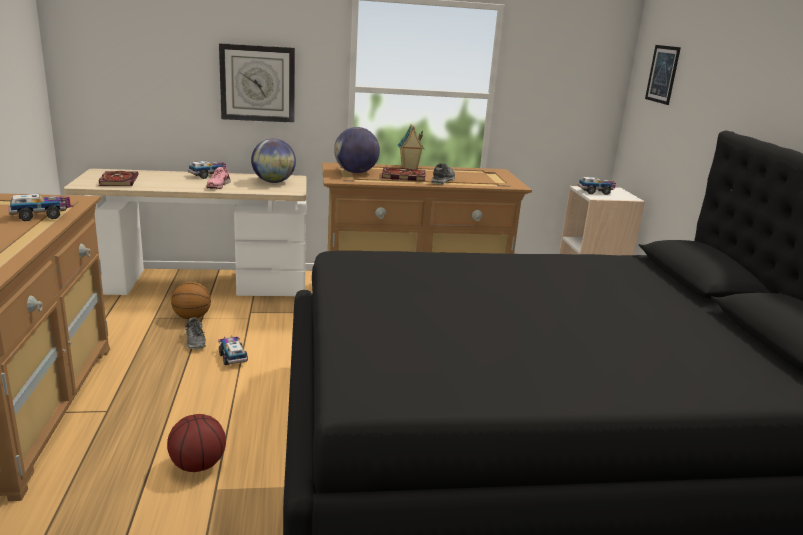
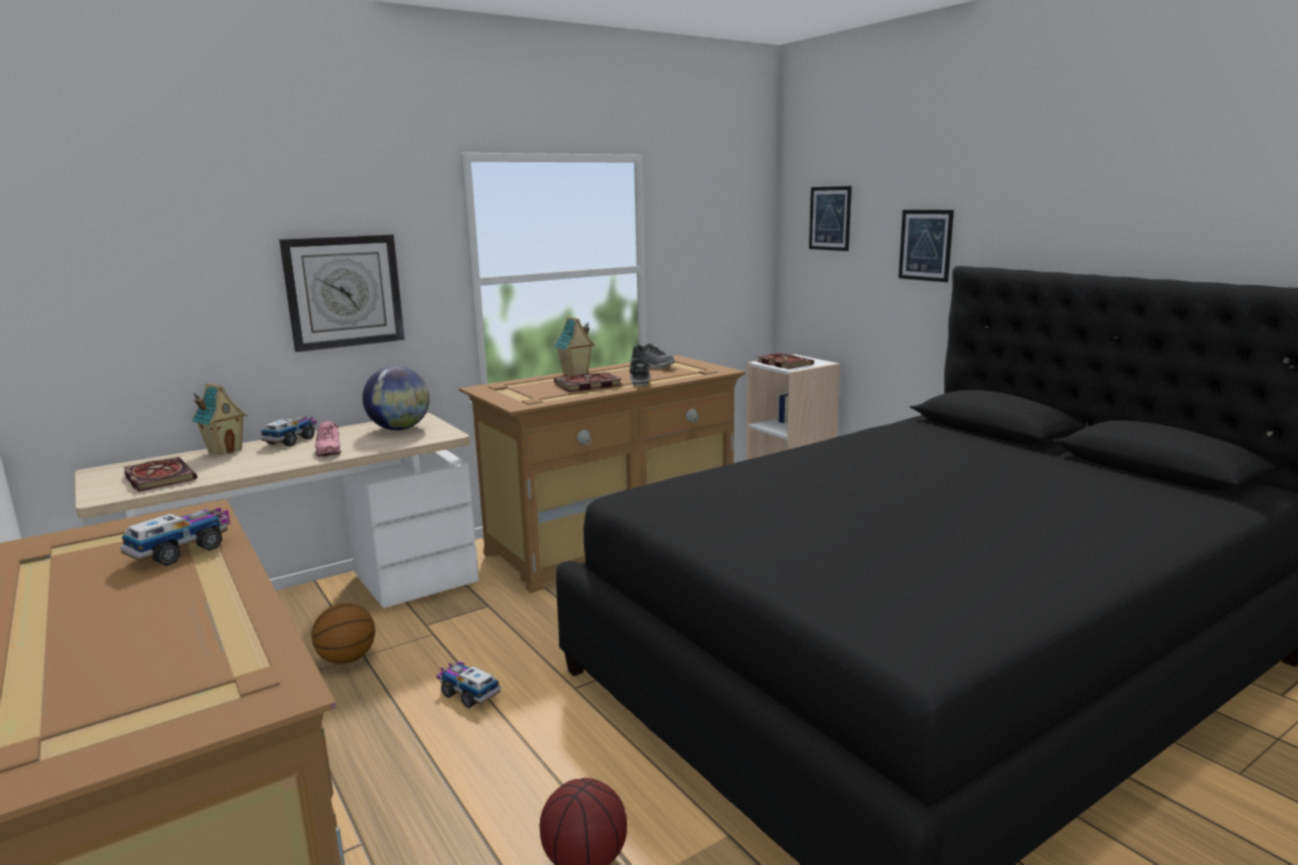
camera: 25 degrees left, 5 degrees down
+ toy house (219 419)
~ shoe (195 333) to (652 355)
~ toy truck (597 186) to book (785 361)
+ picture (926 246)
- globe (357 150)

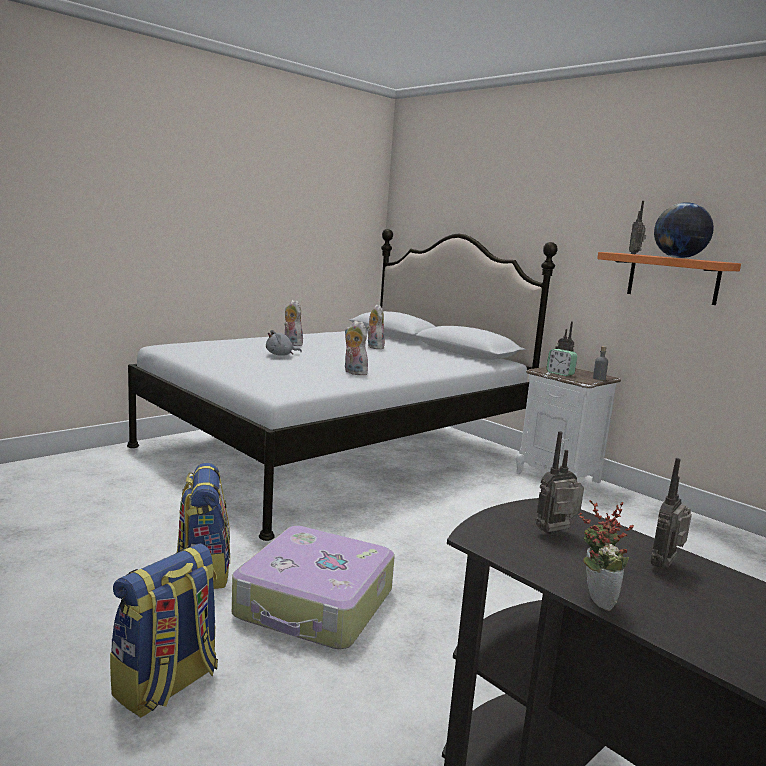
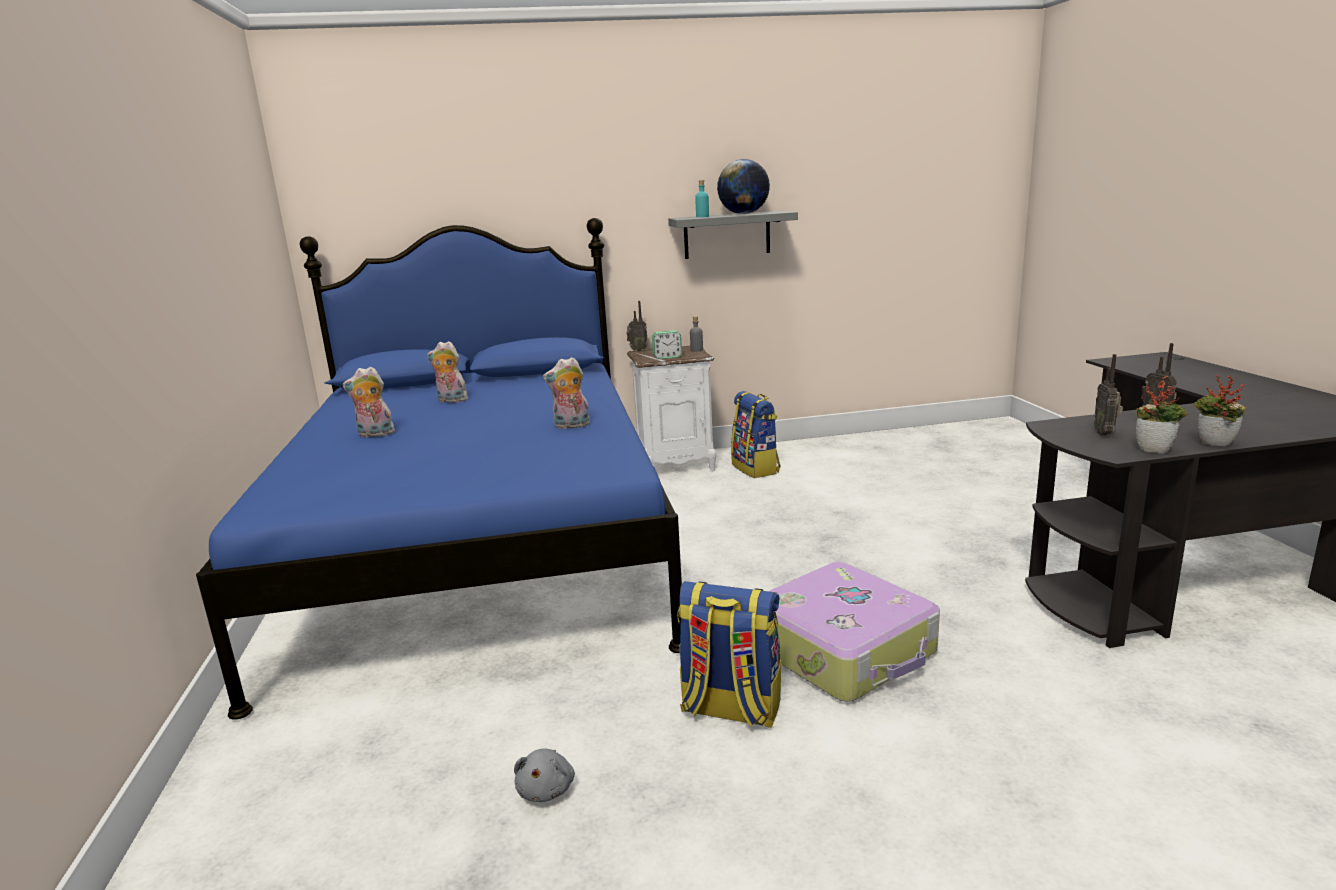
camera: 55 degrees left, 5 degrees up
~ white bed (342 385) to blue bed (439 468)
~ grey plush toy (284 343) to (544 775)
~ orange shelf (669 278) to grey shelf (733 235)
~ radio (637 227) to turquoise bottle (702 198)
~ backpack (164 630) to (755 434)
+ potted plant (1162 414)

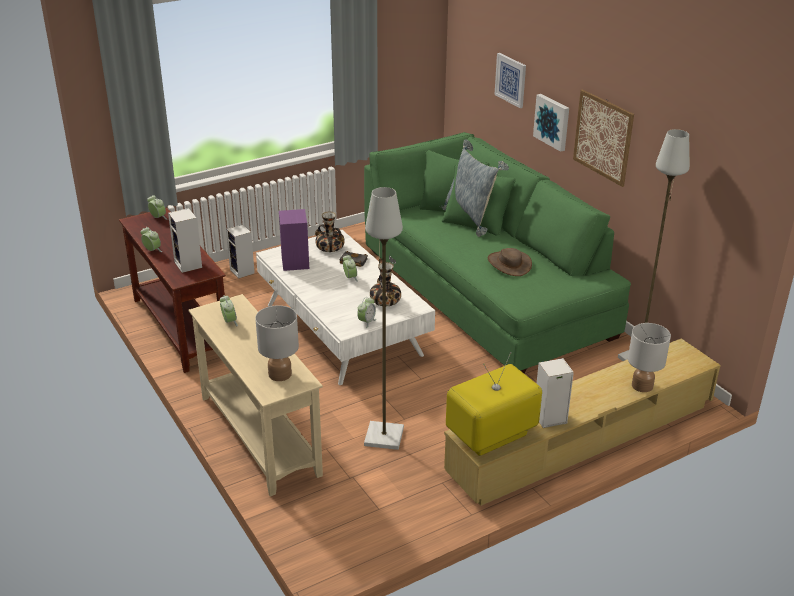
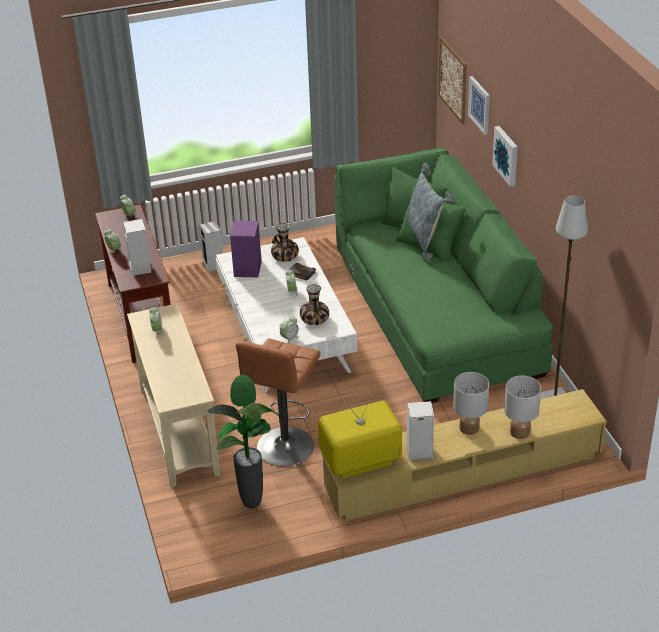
camera: 15 degrees right, 5 degrees up
+ potted plant (240 441)
~ grey floor lamp (384 318) to brown stool (278 402)
~ picture (603 138) to (452 80)
~ grey table lamp (277 343) to (471 403)
- brown hat (510 262)

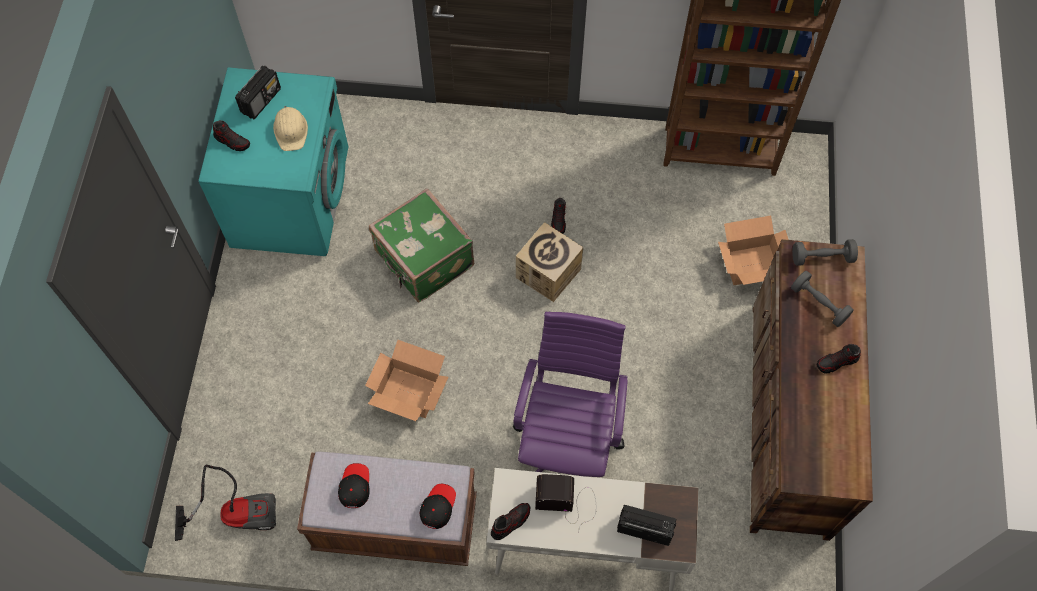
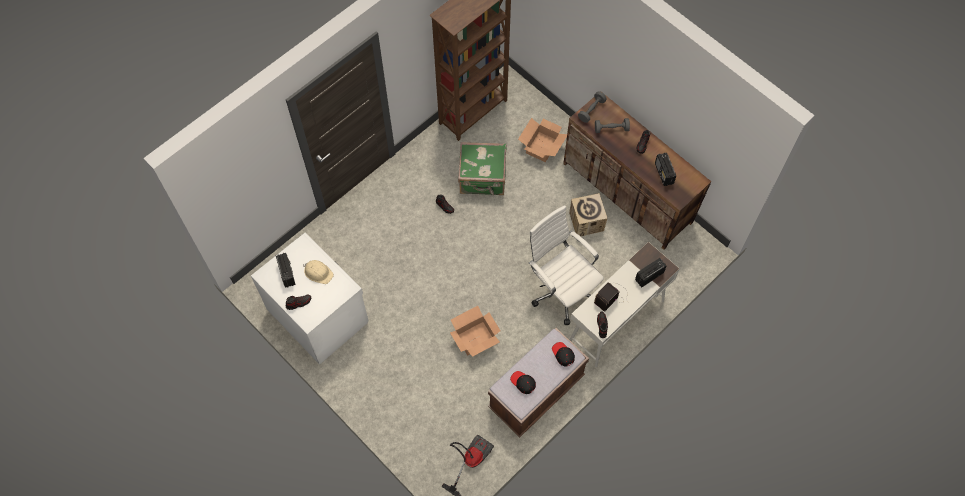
camera: 50 degrees left, 0 degrees up
~ turquoise washing machine (273 161) to white washing machine (309 298)
~ green suitcase (421 245) to (482 168)
~ purple office chair (570 394) to white office chair (566 265)
~ cardboard box (549 262) to (588 214)
+ radio (665 169)

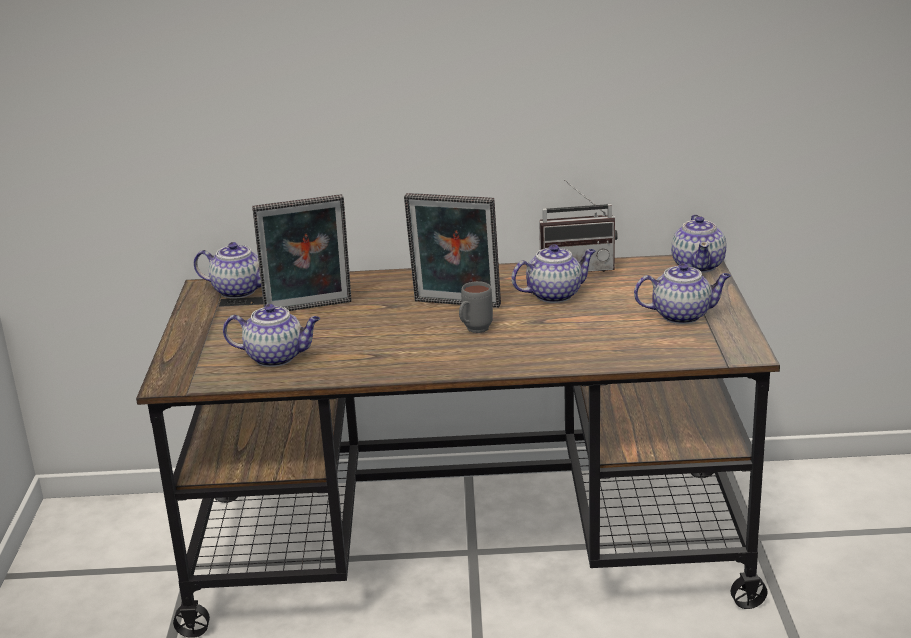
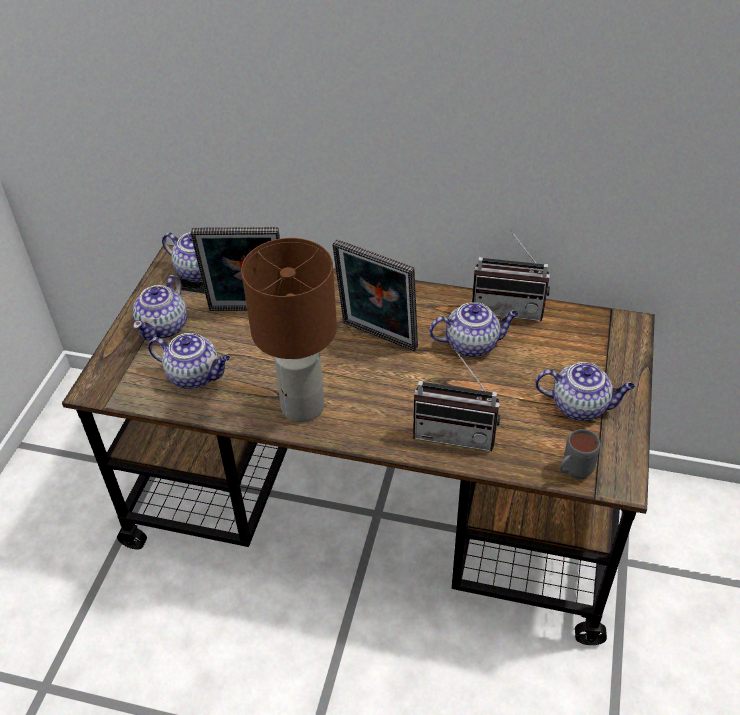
camera: 15 degrees right, 20 degrees up
~ teapot (698 243) to (160 308)
+ brown table lamp (289 330)
+ radio (457 400)
~ grey mug (476 307) to (579 454)

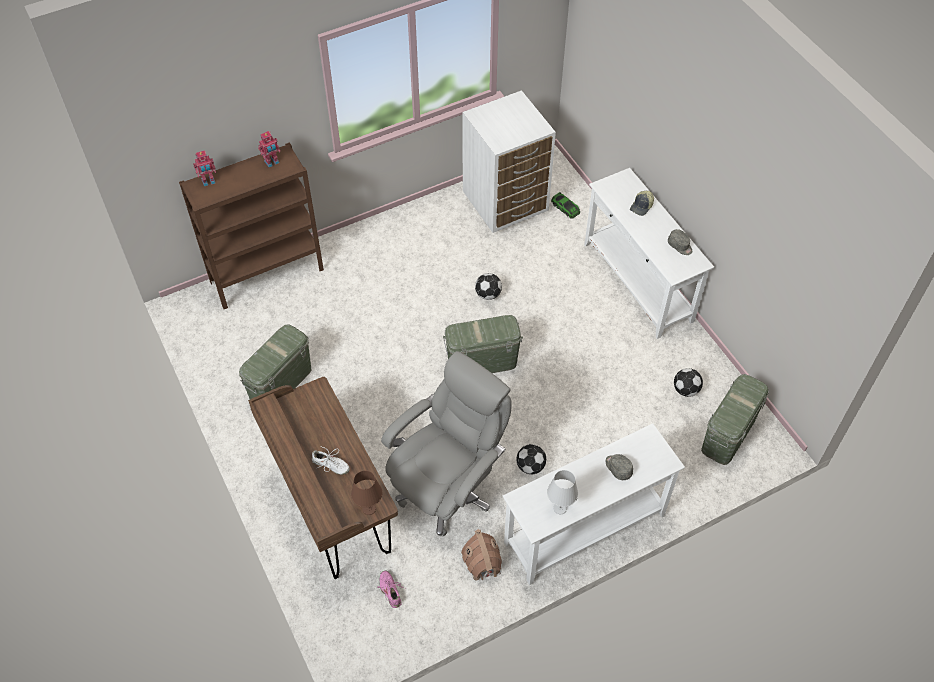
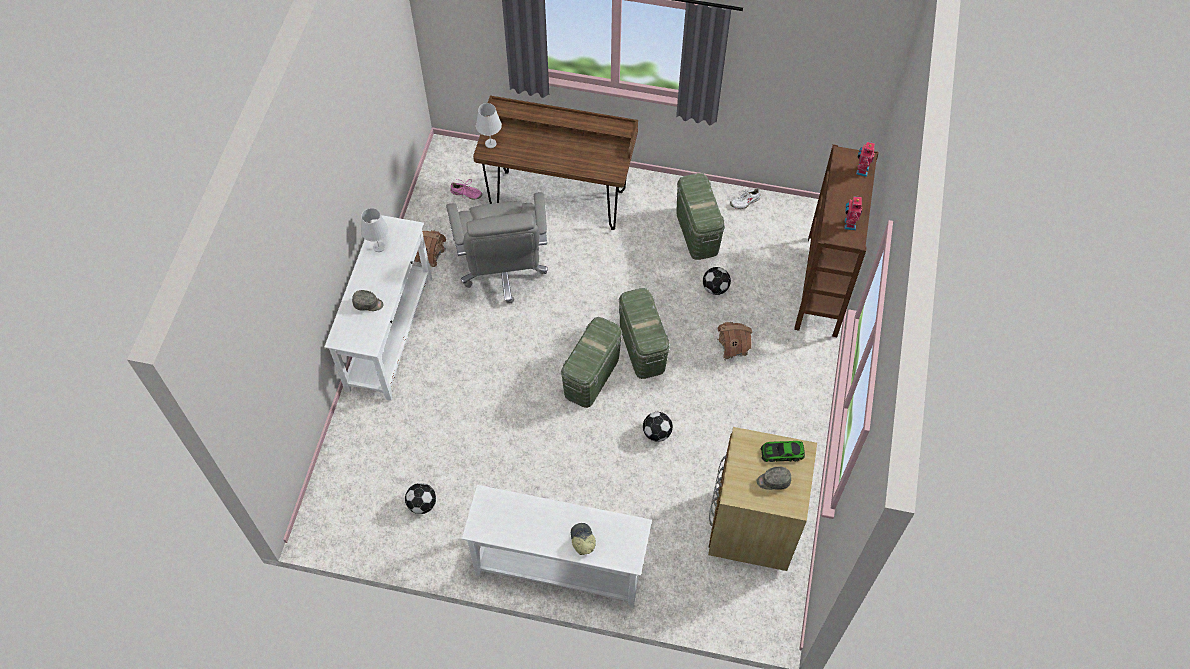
camera: 130 degrees right, 5 degrees up
~ brown table lamp (366 492) to white table lamp (489 125)
~ green storage box (735 419) to (644 333)
~ football (531 459) to (717 281)
~ white dresser (509 161) to brown dresser (762 499)
+ toy house (735 341)
~ white shoe (331 460) to (745 197)
~ grey cap (680 242) to (774 478)
~ toy car (565 205) to (783 451)

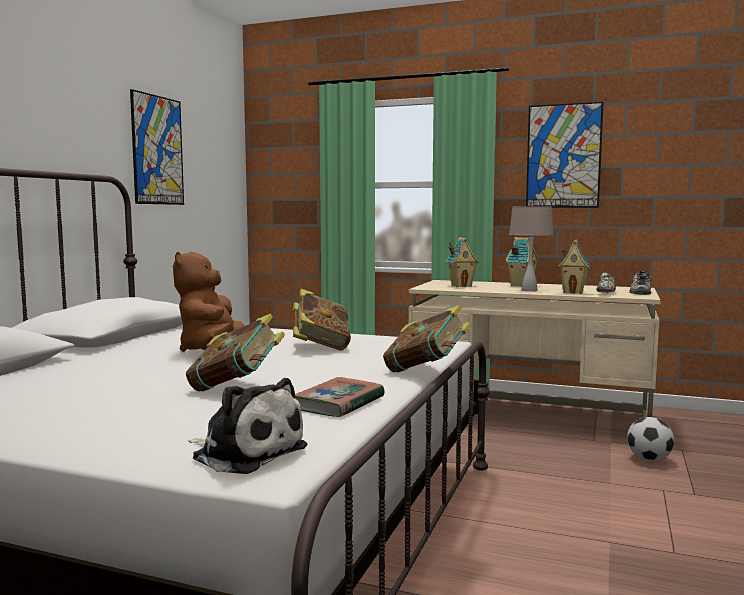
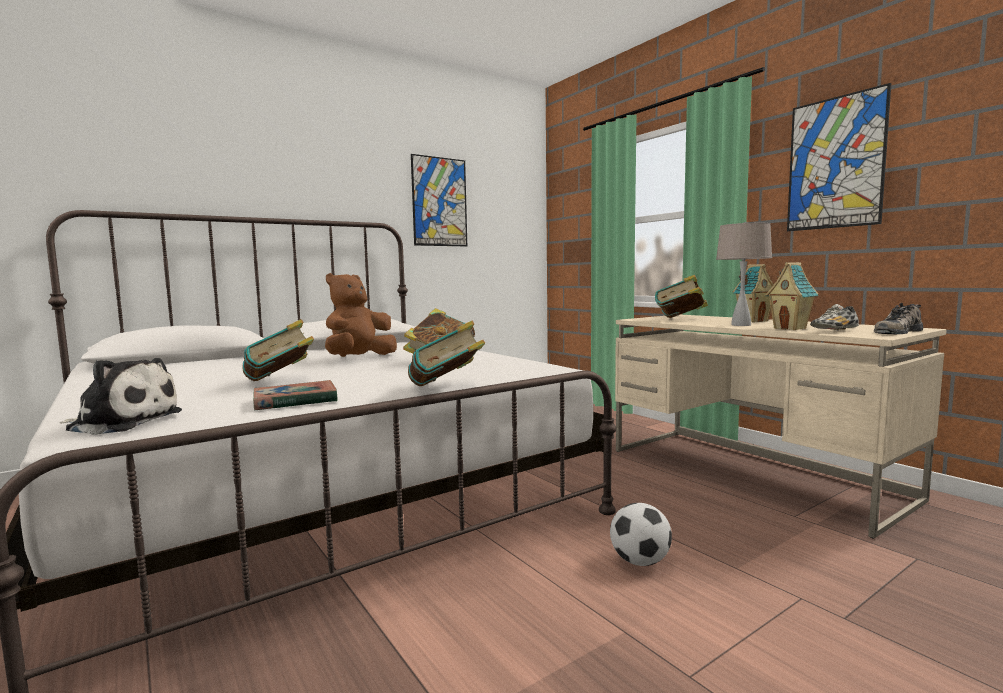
camera: 35 degrees right, 0 degrees up
~ plush toy (248 426) = (121 396) 60 degrees counterclockwise
~ football (650 439) to (641 534)
~ toy house (462 262) to book (681 296)

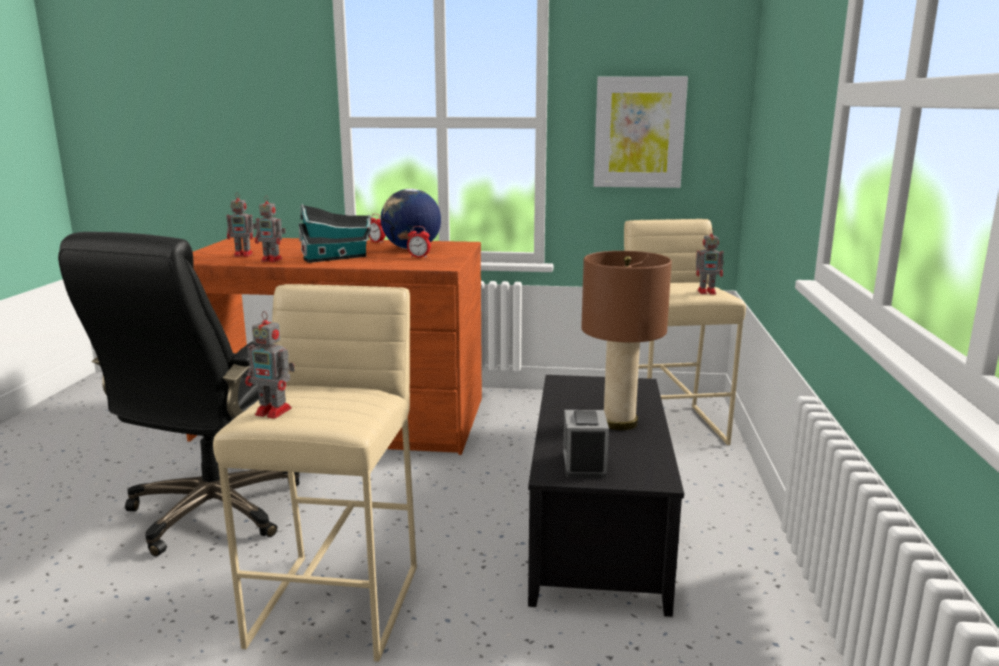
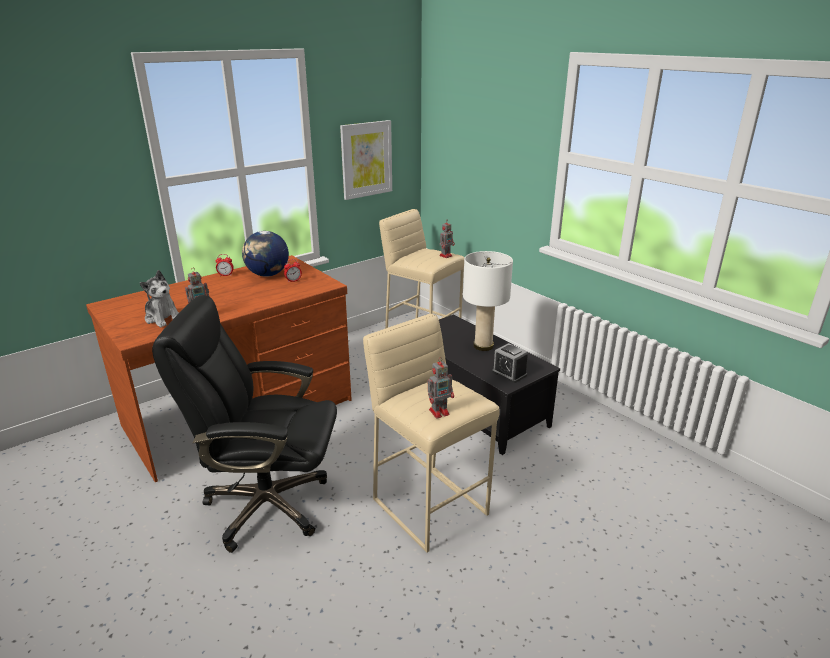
camera: 45 degrees left, 10 degrees up
~ toy robot (241 225) to plush toy (159 298)
~ black office chair (178 394) = (244 424) 120 degrees clockwise
~ brown table lamp (626 340) to white table lamp (488 301)
- toy house (335 233)

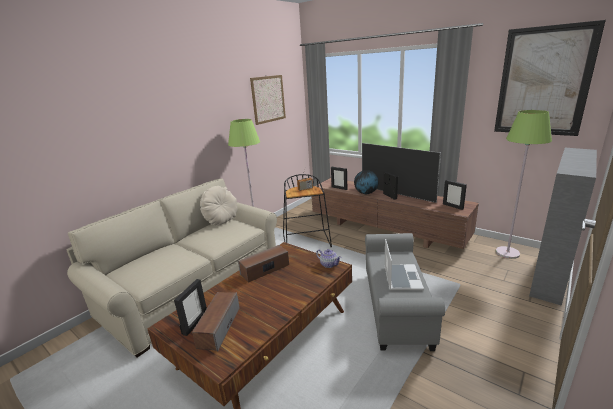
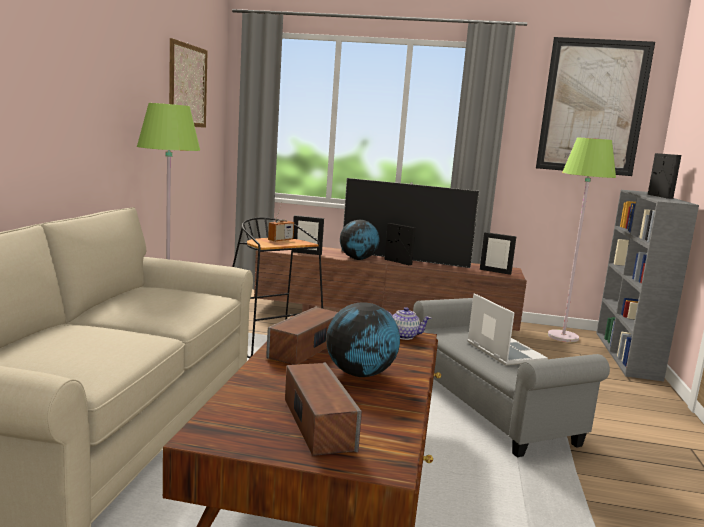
camera: 30 degrees left, 10 degrees down
+ globe (363 340)
~ picture frame (190 307) to (664 176)
- beige pillow (218 205)

